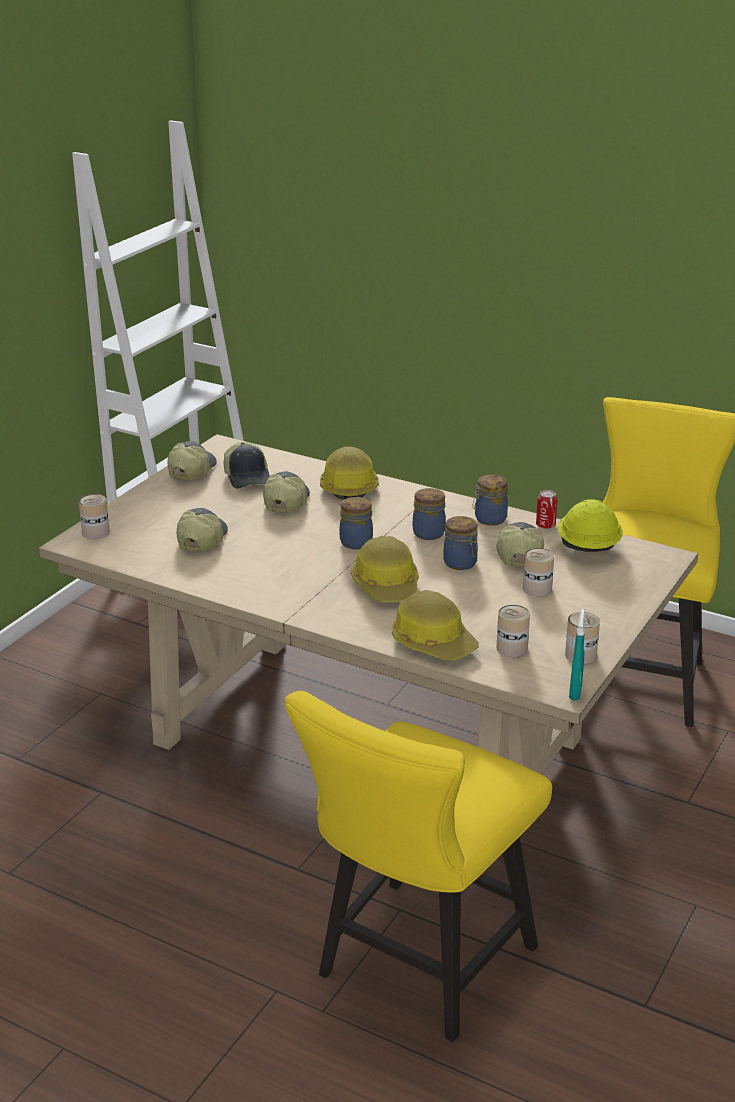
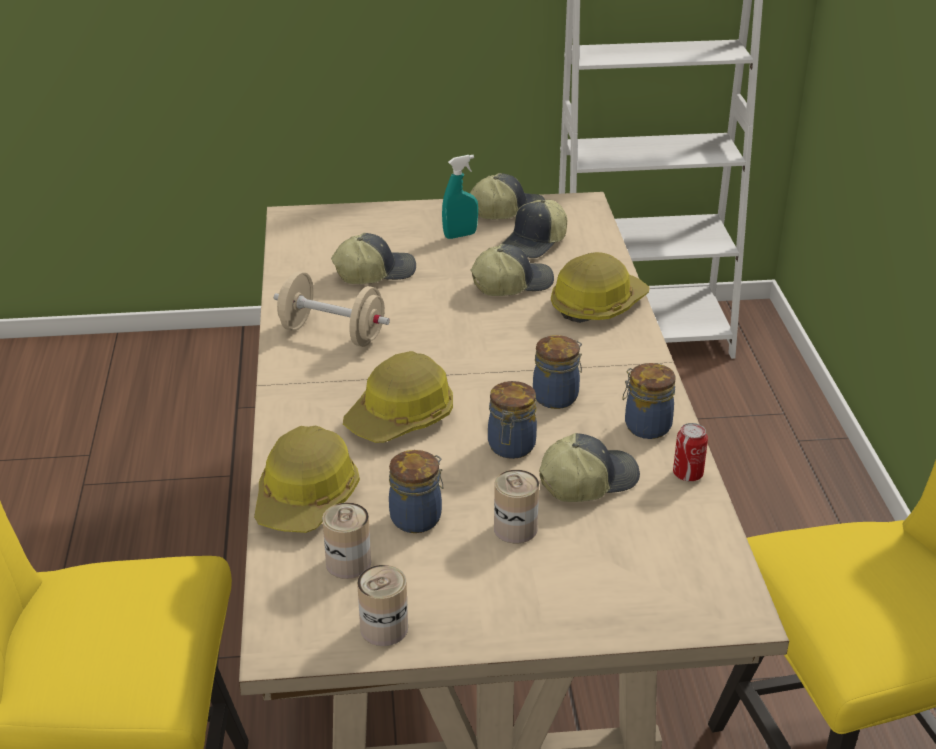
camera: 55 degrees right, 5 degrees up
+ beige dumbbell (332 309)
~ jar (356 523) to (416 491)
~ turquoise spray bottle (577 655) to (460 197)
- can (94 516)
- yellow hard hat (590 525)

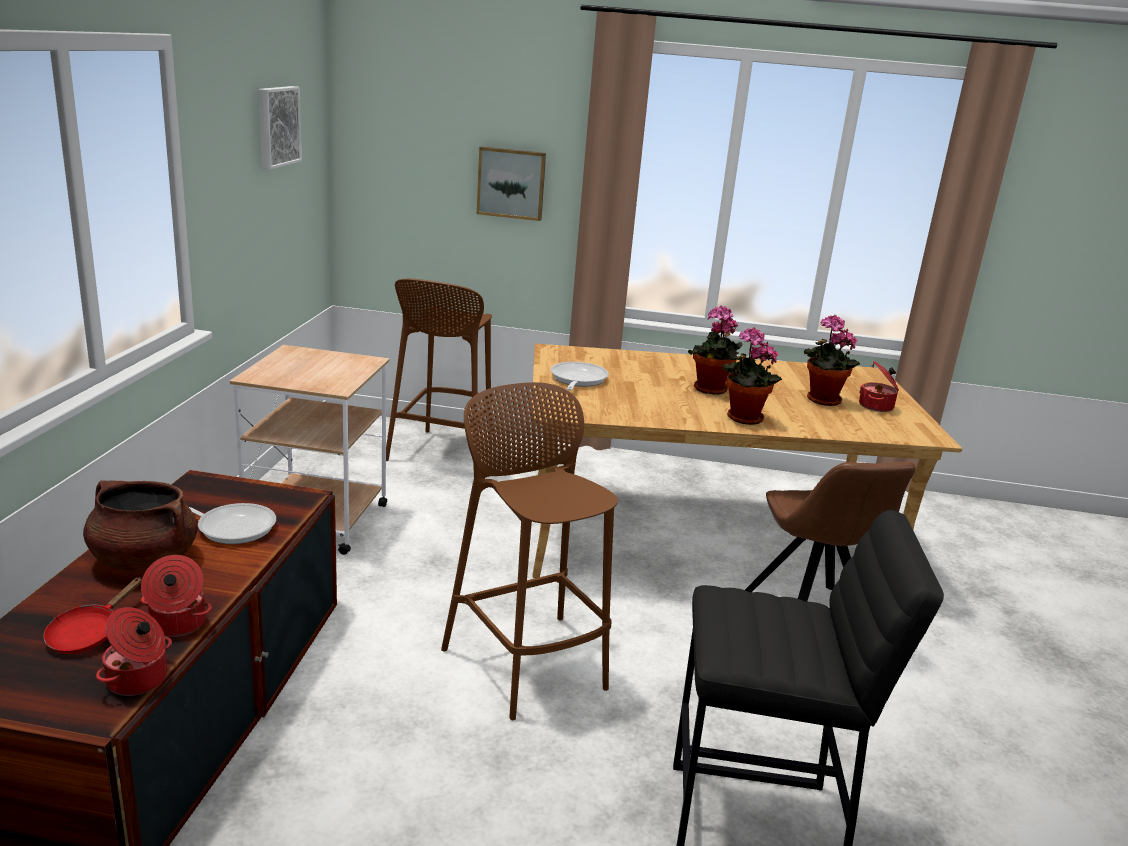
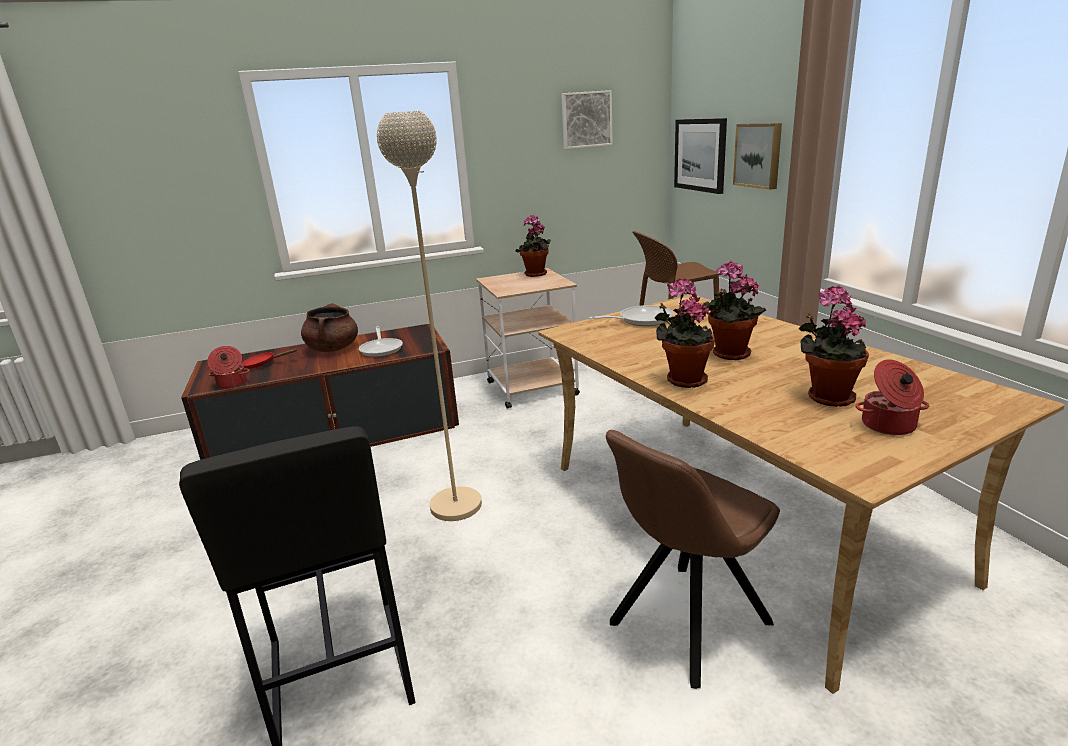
camera: 65 degrees right, 0 degrees up
~ brown stool (529 551) to beige floor lamp (429 316)
+ potted plant (533 246)
+ picture (700 156)
- cooking pot (176 596)

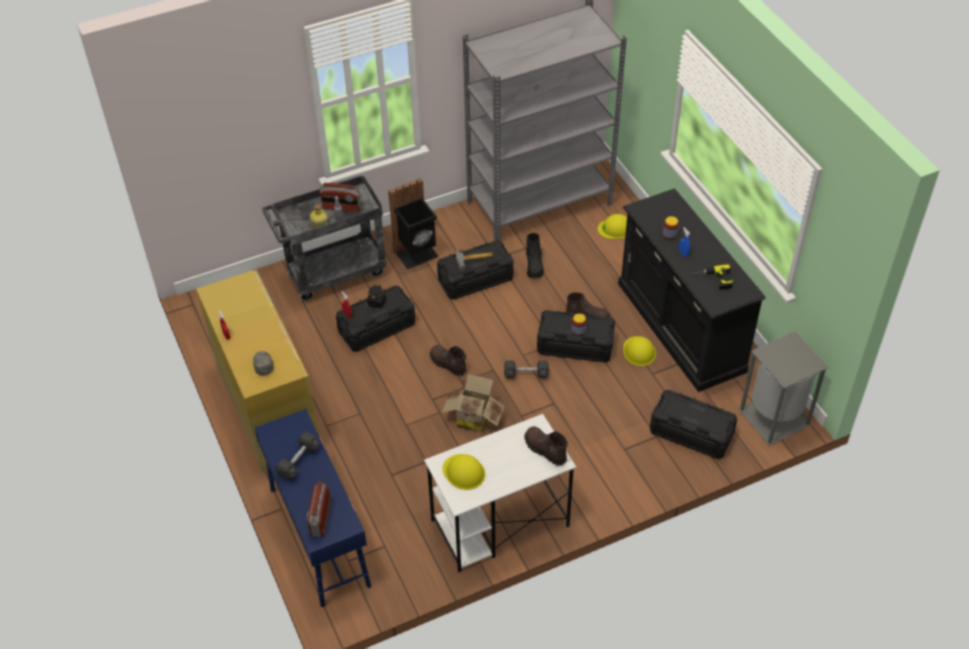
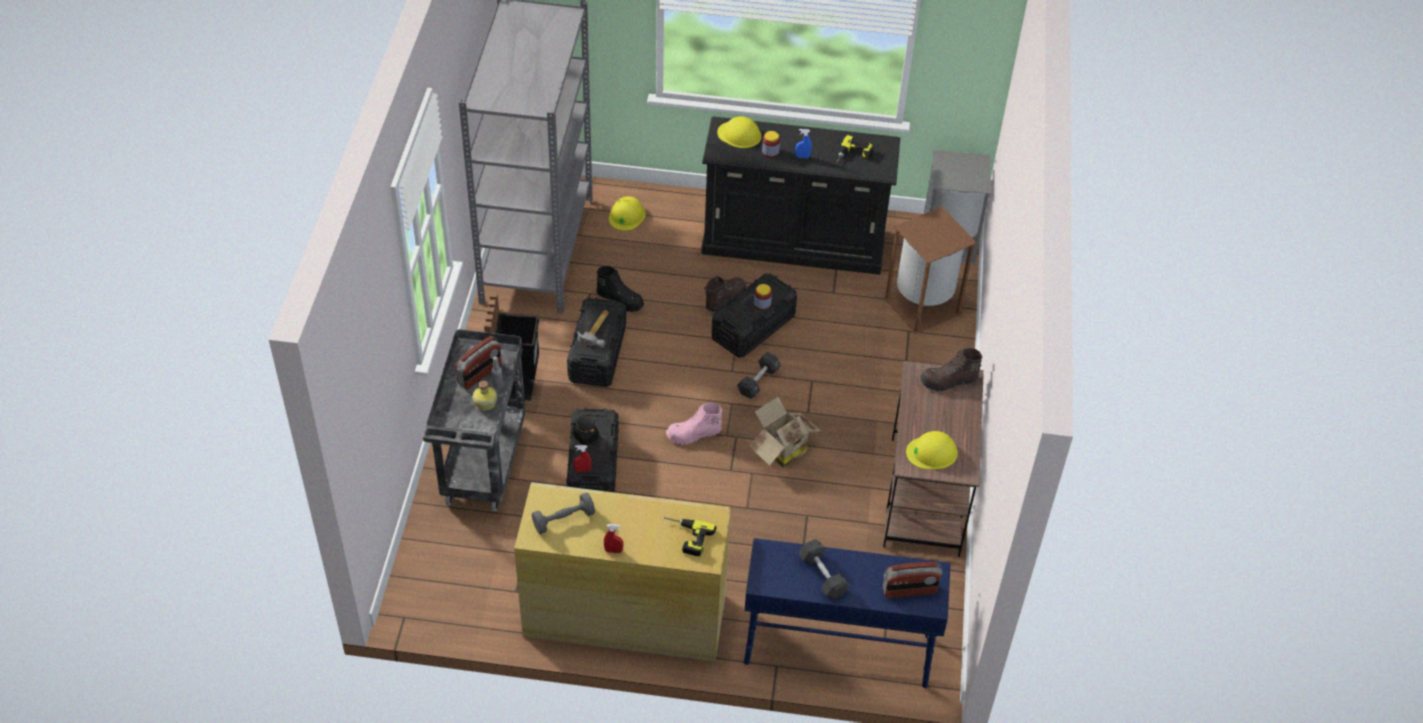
camera: 60 degrees left, 0 degrees up
+ grey dumbbell (563 513)
~ grey cap (263 363) to power drill (690 536)
~ brown boot (448 360) to pink boot (694 424)
~ yellow hard hat (639 351) to (739 132)
~ black storage box (693 424) to brown trash can (930 270)
~ white desk (500 493) to brown desk (933 459)
~ radio (319 509) = (912 580) 45 degrees counterclockwise

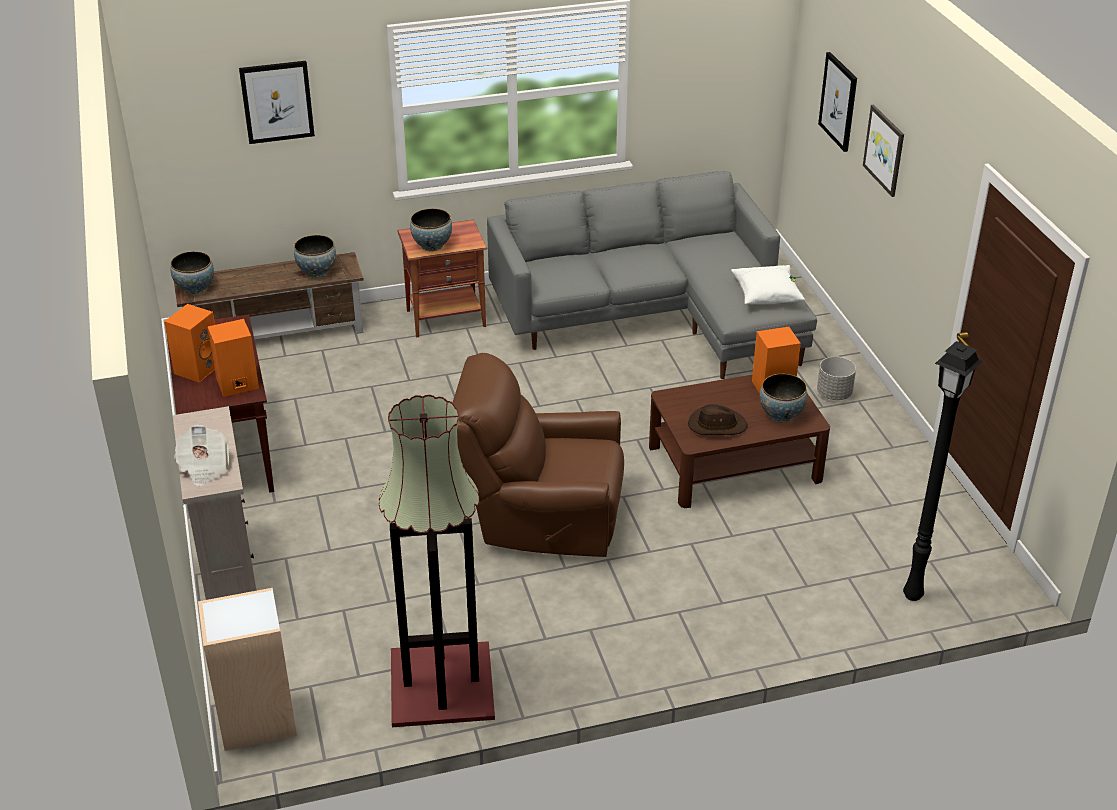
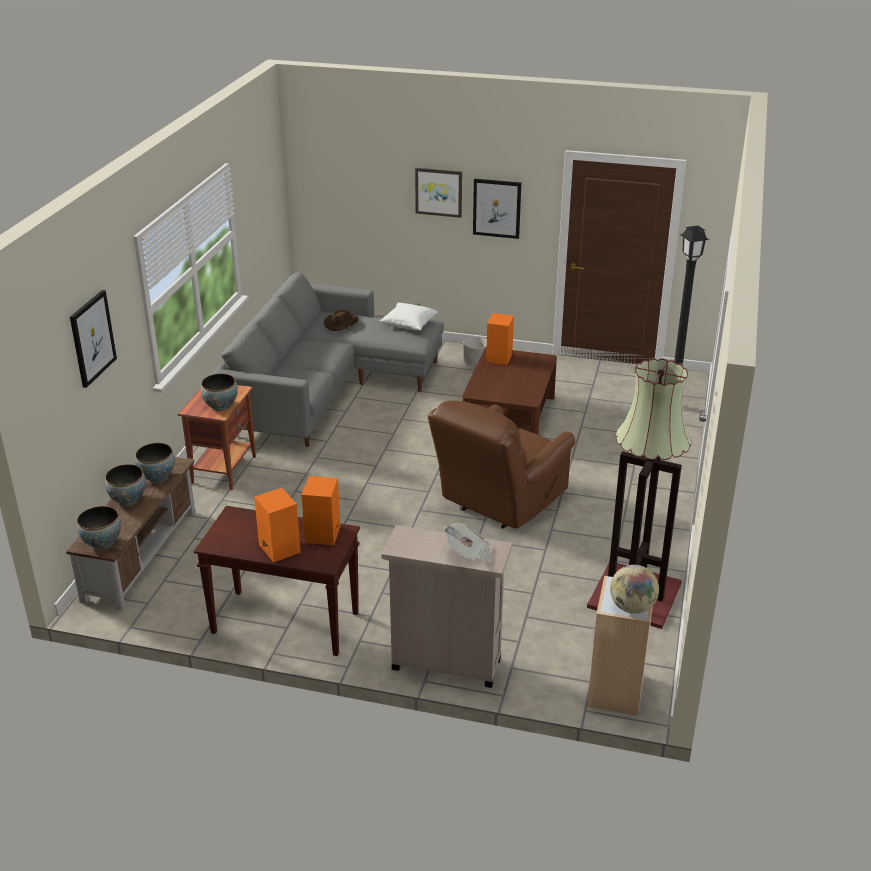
camera: 60 degrees left, 5 degrees down
~ bowl (783 398) to (125 485)
~ brown hat (718 419) to (341 320)
~ picture (837 102) to (497 209)
+ globe (634 589)

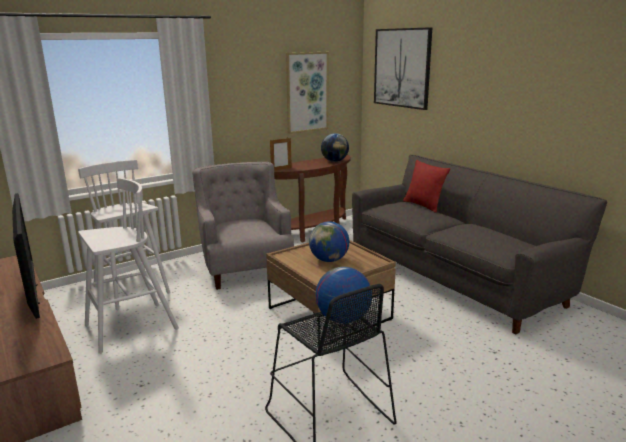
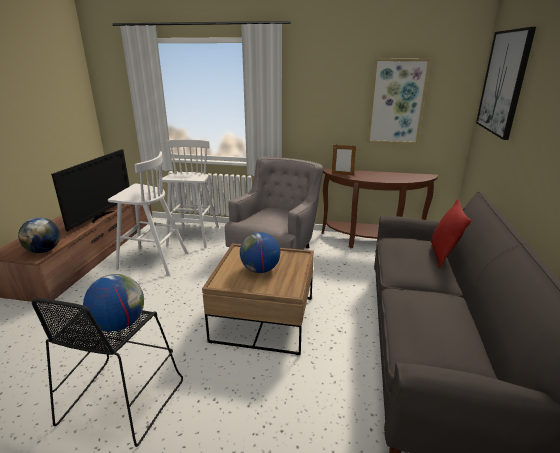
camera: 45 degrees right, 5 degrees up
~ globe (335 147) to (39 235)

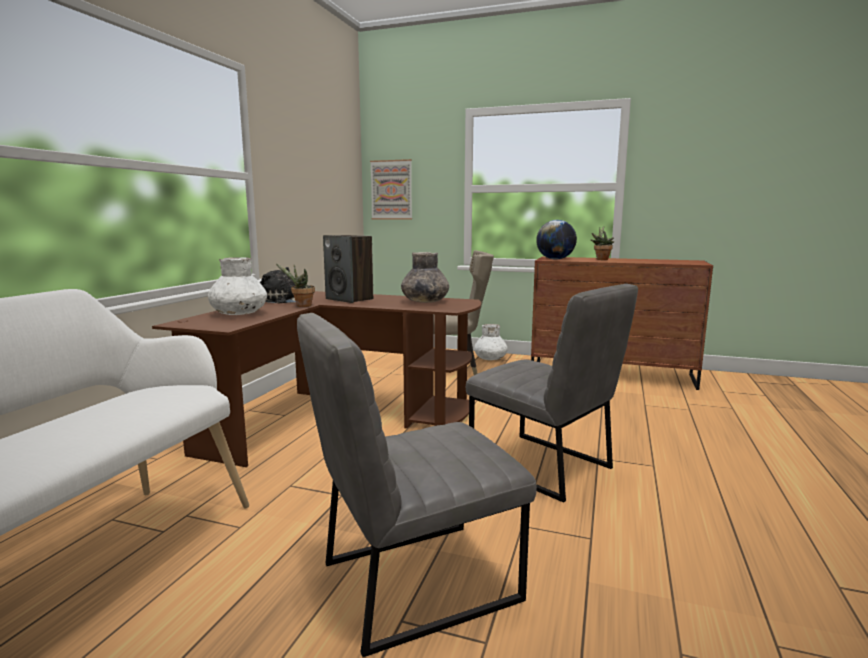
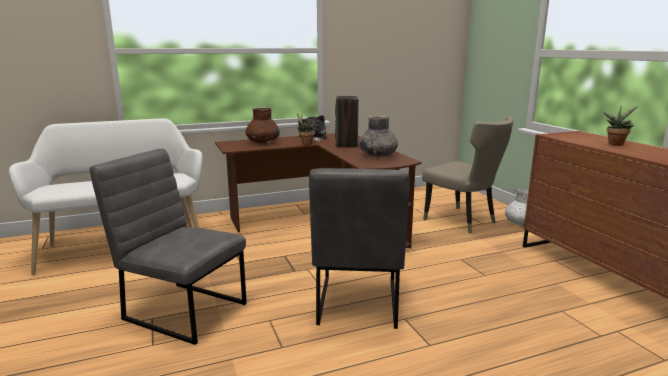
camera: 50 degrees right, 5 degrees up
~ white vase (237 286) to brown vase (262 125)
- picture (391 189)
- globe (556 240)

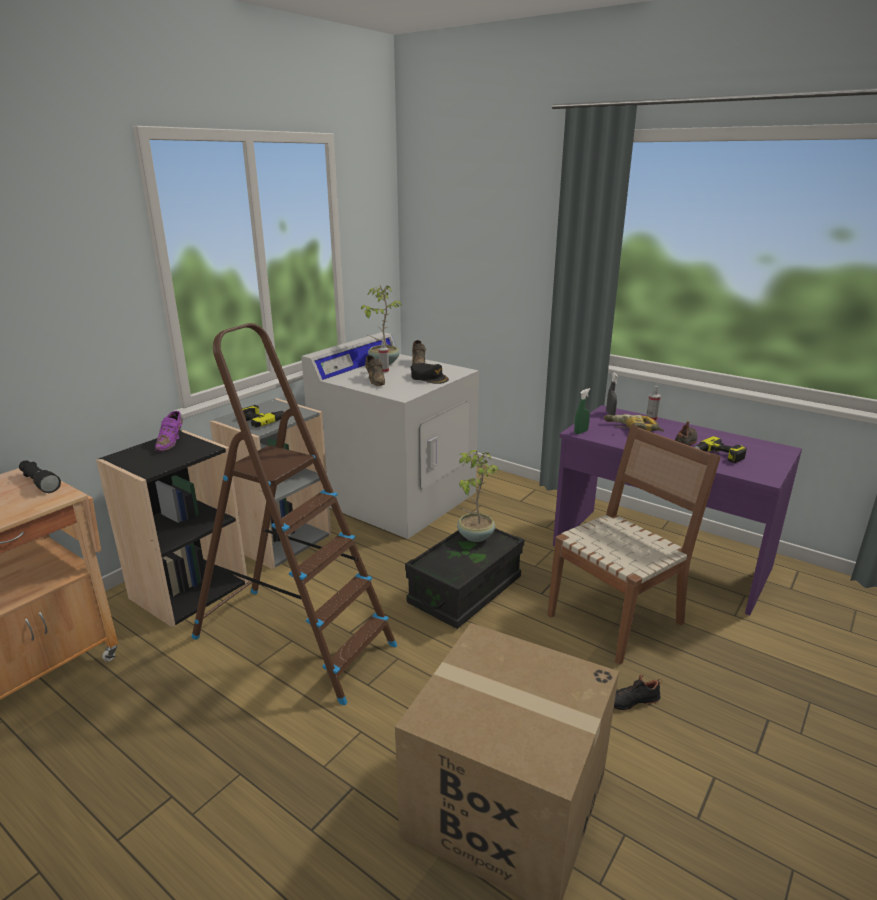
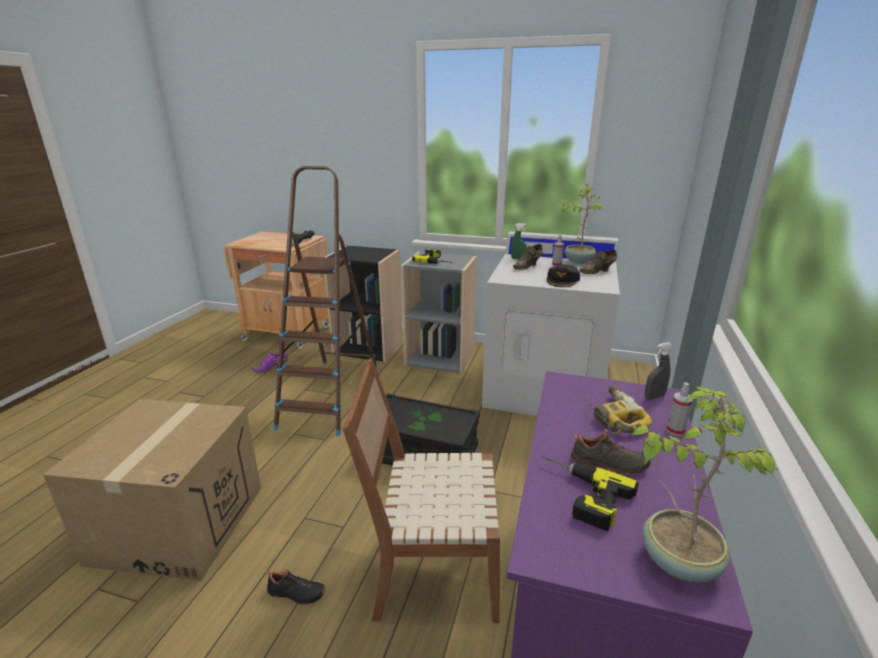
camera: 70 degrees right, 0 degrees up
~ purple shoe (169 431) to (269 362)
~ black shoe (638 692) = (296 587) 135 degrees clockwise
~ chair (634 545) = (421 490) 150 degrees clockwise
~ green spray bottle (582 411) to (519 241)
~ potted plant (477 496) to (704 485)

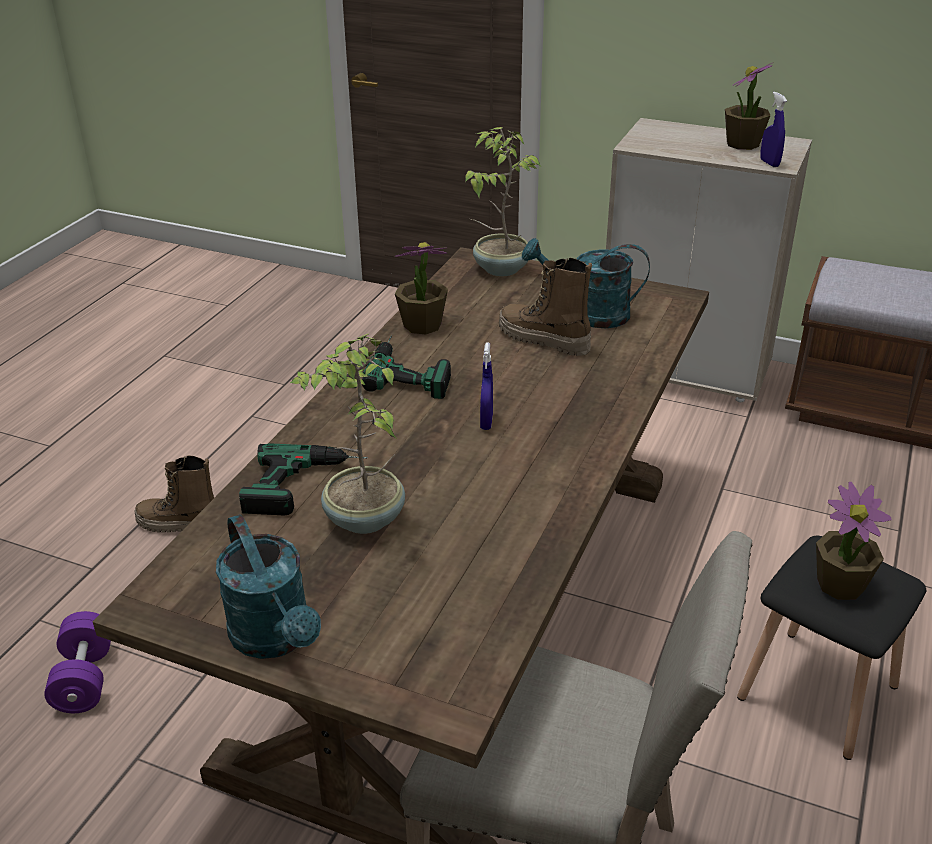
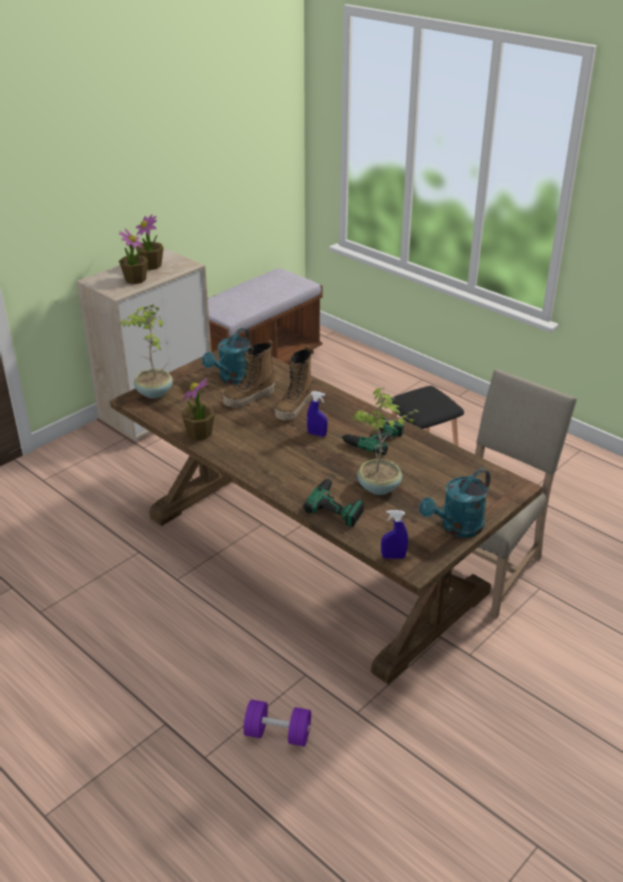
camera: 70 degrees left, 0 degrees up
~ potted plant (853 541) to (133 256)
~ boot (174 494) to (294 383)
~ power drill (406 367) to (368 436)
~ blue spray bottle (773 129) to (394 534)
~ turquoise watering can (268 586) = (454 503) 150 degrees clockwise

